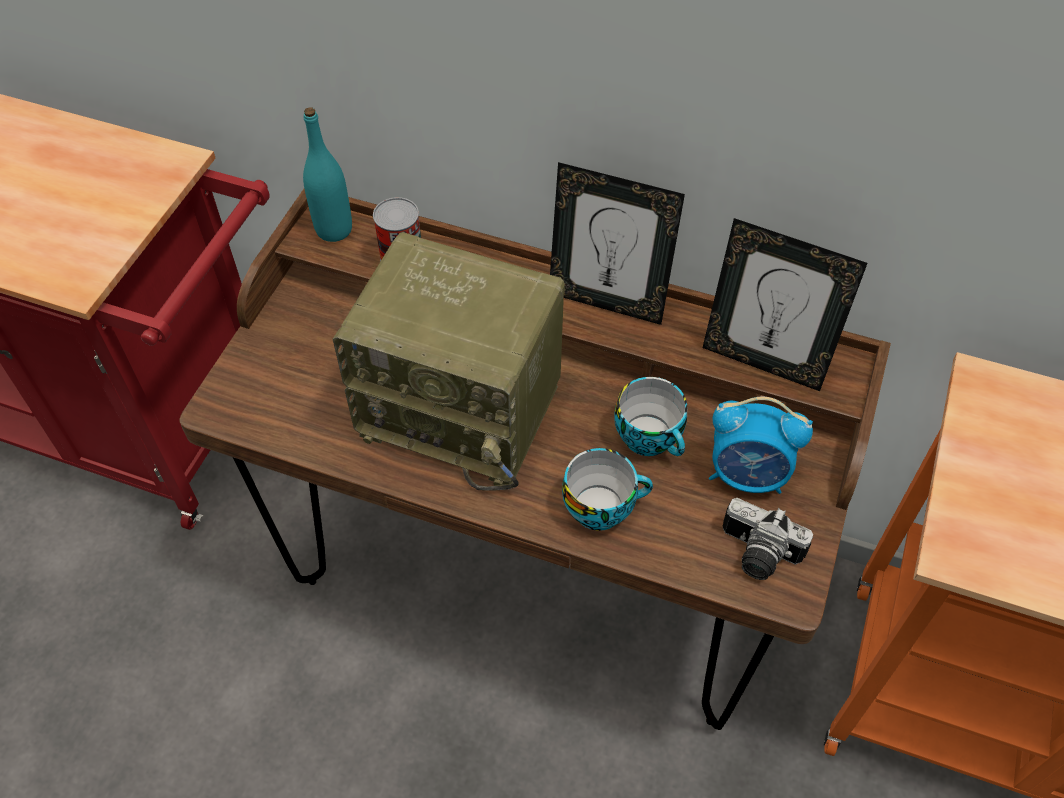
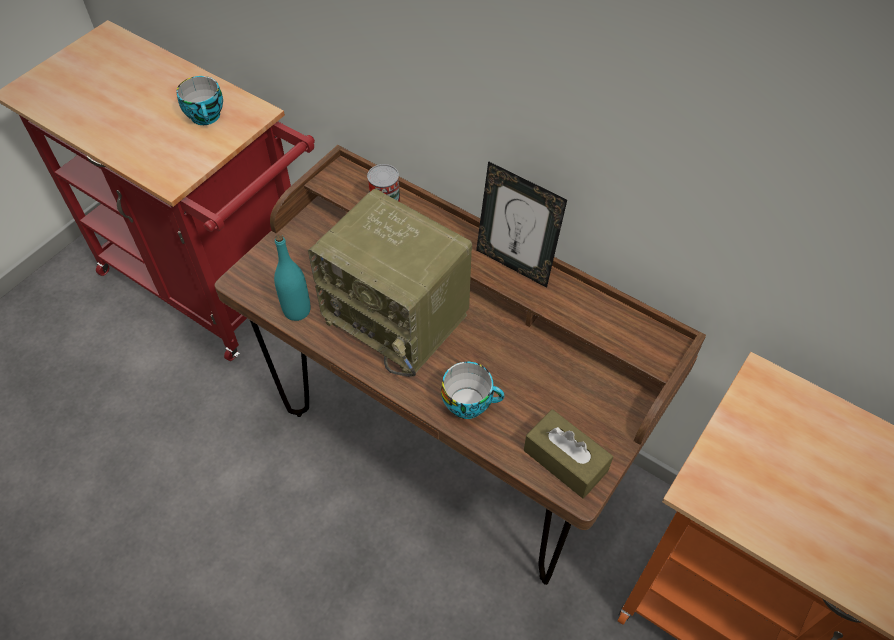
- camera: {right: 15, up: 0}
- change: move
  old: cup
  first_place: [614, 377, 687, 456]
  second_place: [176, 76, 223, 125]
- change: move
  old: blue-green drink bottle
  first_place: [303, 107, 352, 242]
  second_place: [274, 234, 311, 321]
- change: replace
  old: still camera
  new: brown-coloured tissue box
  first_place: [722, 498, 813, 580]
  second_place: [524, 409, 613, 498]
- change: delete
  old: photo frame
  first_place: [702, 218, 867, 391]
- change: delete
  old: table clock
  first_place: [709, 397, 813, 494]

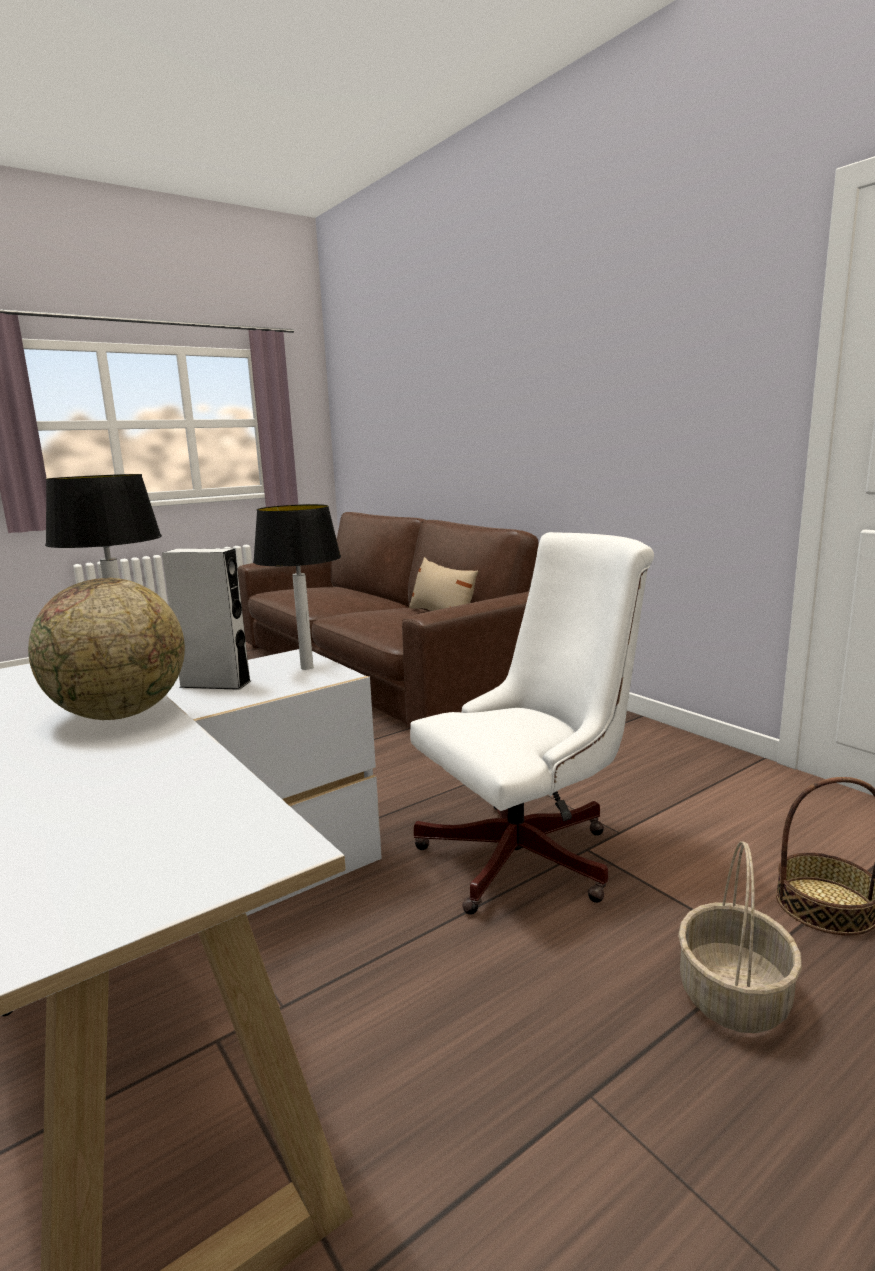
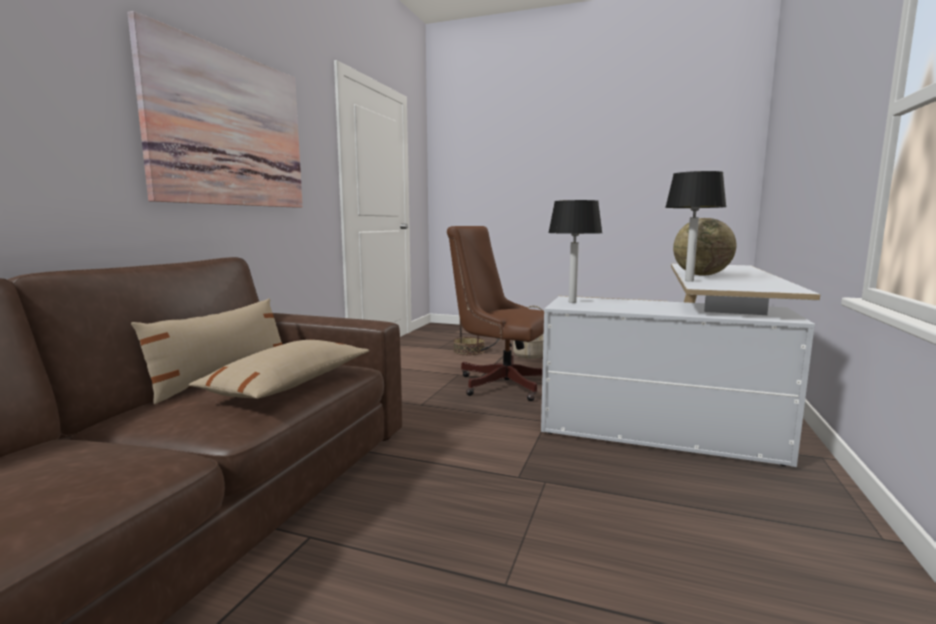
- camera: {right: -125, up: -5}
- change: insert
  new: wall art
  second_place: [128, 11, 303, 208]
- change: insert
  new: beige cushion
  second_place: [189, 339, 369, 399]
- change: recolor
  old: white computer chair
  new: brown-coloured computer chair
  first_place: [410, 532, 654, 915]
  second_place: [447, 226, 544, 401]
- change: delete
  old: grey loudspeaker
  first_place: [162, 548, 251, 690]

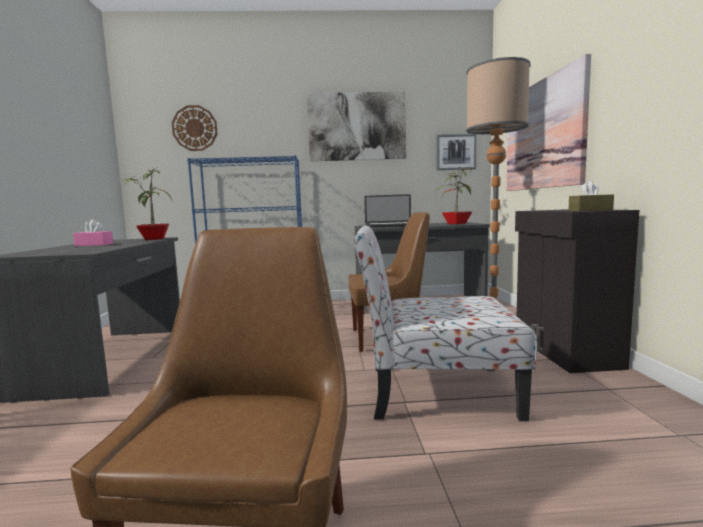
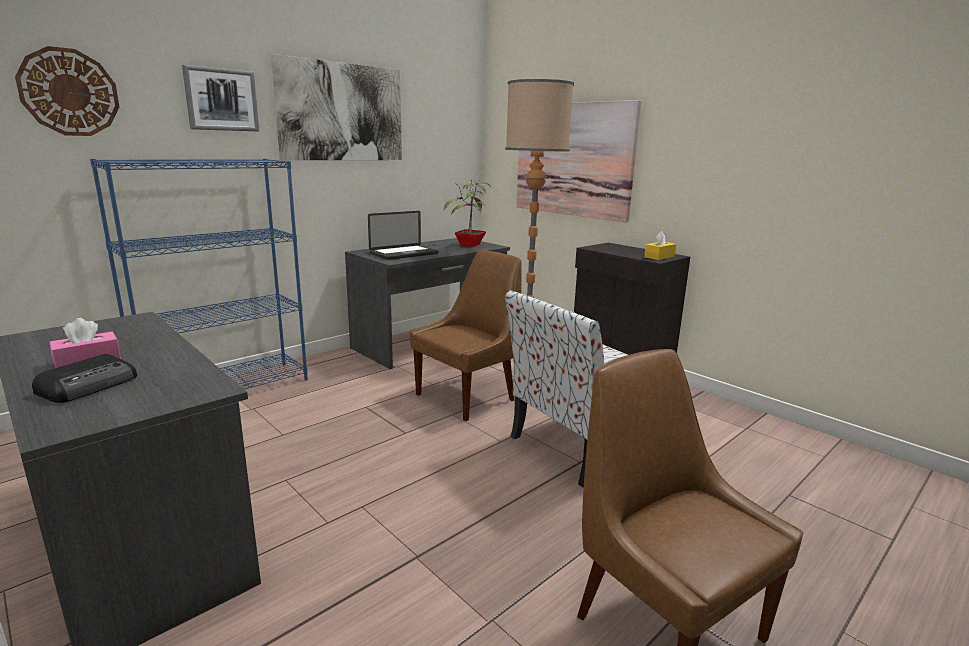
- camera: {right: -40, up: 10}
- change: insert
  new: radio
  second_place: [32, 354, 137, 403]
- change: move
  old: wall art
  first_place: [436, 134, 476, 170]
  second_place: [182, 65, 259, 131]
- change: recolor
  old: brown-coloured tissue box
  new: yellow-coloured tissue box
  first_place: [568, 180, 614, 211]
  second_place: [644, 231, 676, 260]
- change: delete
  old: houseplant
  first_place: [121, 168, 172, 240]

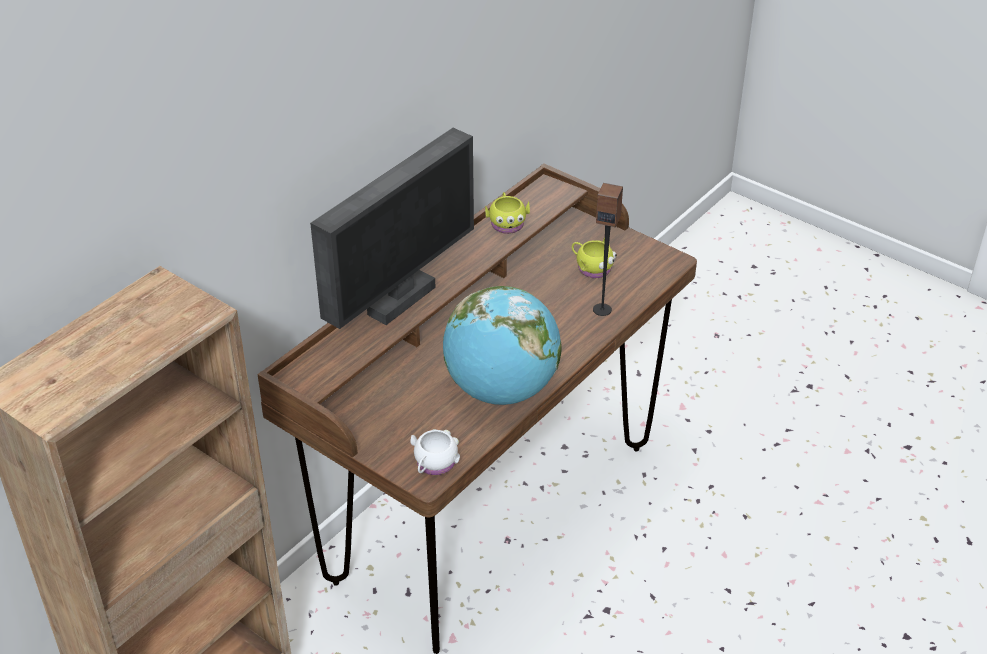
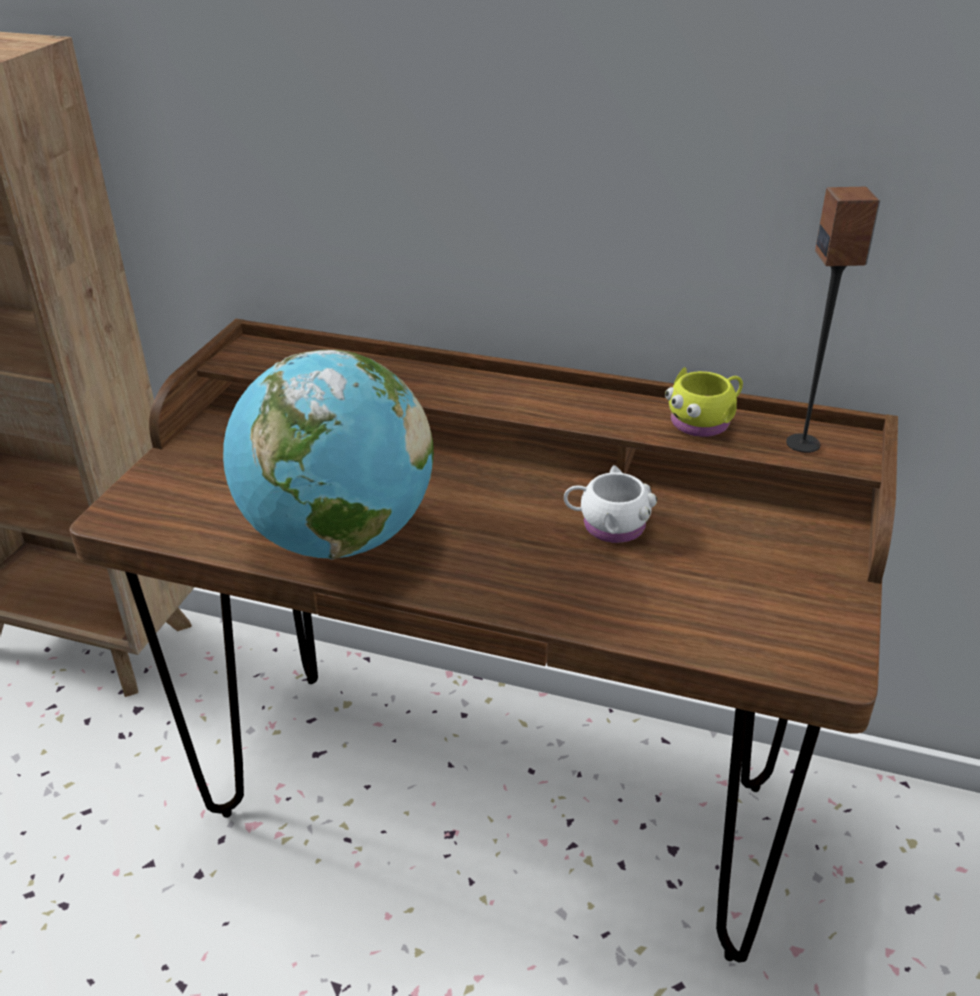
- camera: {right: 70, up: -5}
- change: move
  old: white mug
  first_place: [411, 429, 460, 475]
  second_place: [564, 465, 657, 543]
- change: move
  old: loudspeaker
  first_place: [593, 183, 623, 316]
  second_place: [786, 187, 880, 453]
- change: delete
  old: computer display
  first_place: [310, 128, 474, 329]
- change: delete
  old: yellow-coloured mug
  first_place: [572, 238, 617, 278]

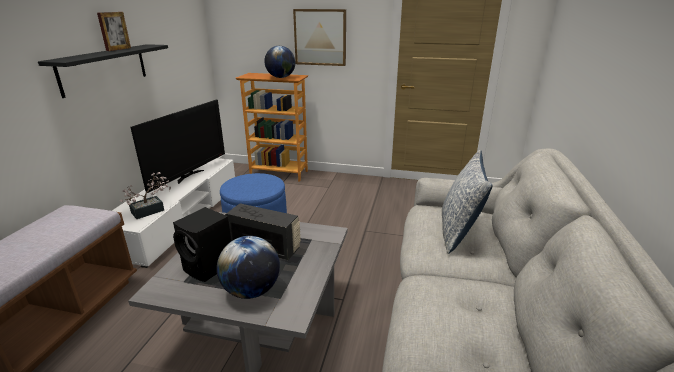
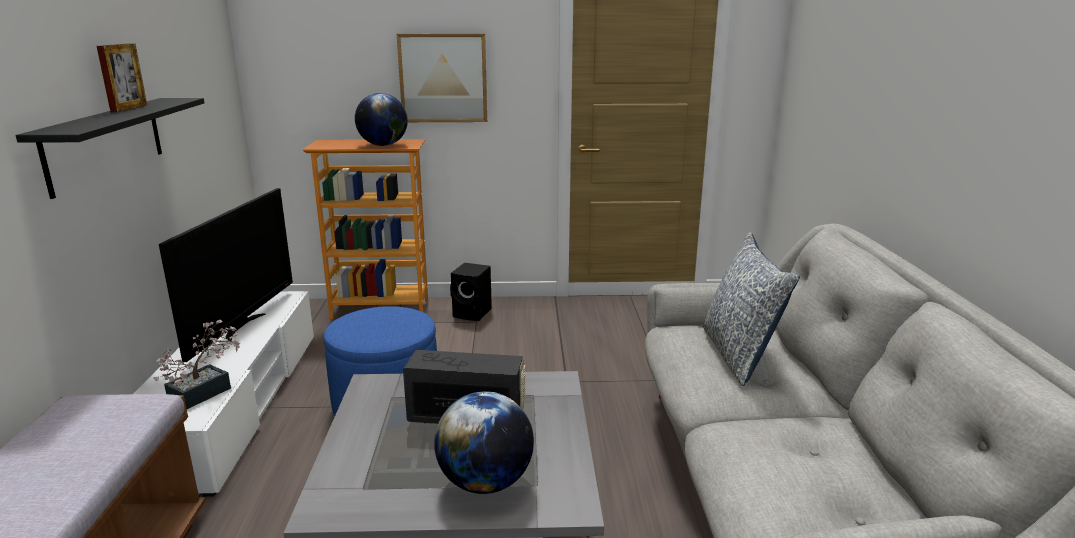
- camera: {right: -15, up: -5}
- change: move
  old: blackish loudspeaker
  first_place: [173, 207, 231, 282]
  second_place: [450, 263, 492, 321]

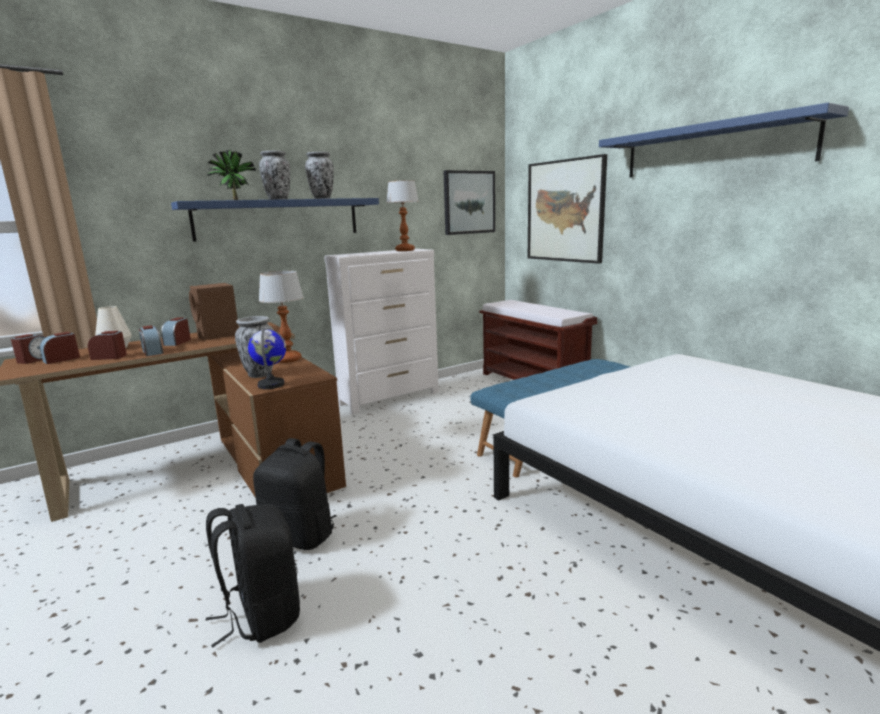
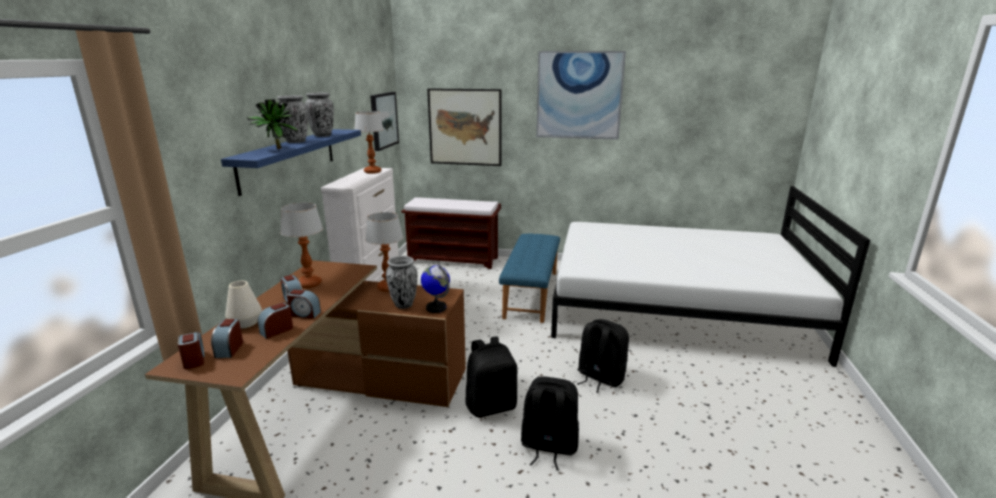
- camera: {right: -45, up: 5}
- change: replace
  old: brown-coloured loudspeaker
  new: lamp for a table
  first_place: [189, 283, 239, 340]
  second_place: [280, 203, 323, 288]
- change: replace
  old: blue-coloured bracket shelf
  new: wall art
  first_place: [599, 103, 849, 178]
  second_place: [536, 51, 626, 140]
- change: insert
  new: blackish backpack
  second_place: [577, 319, 629, 393]

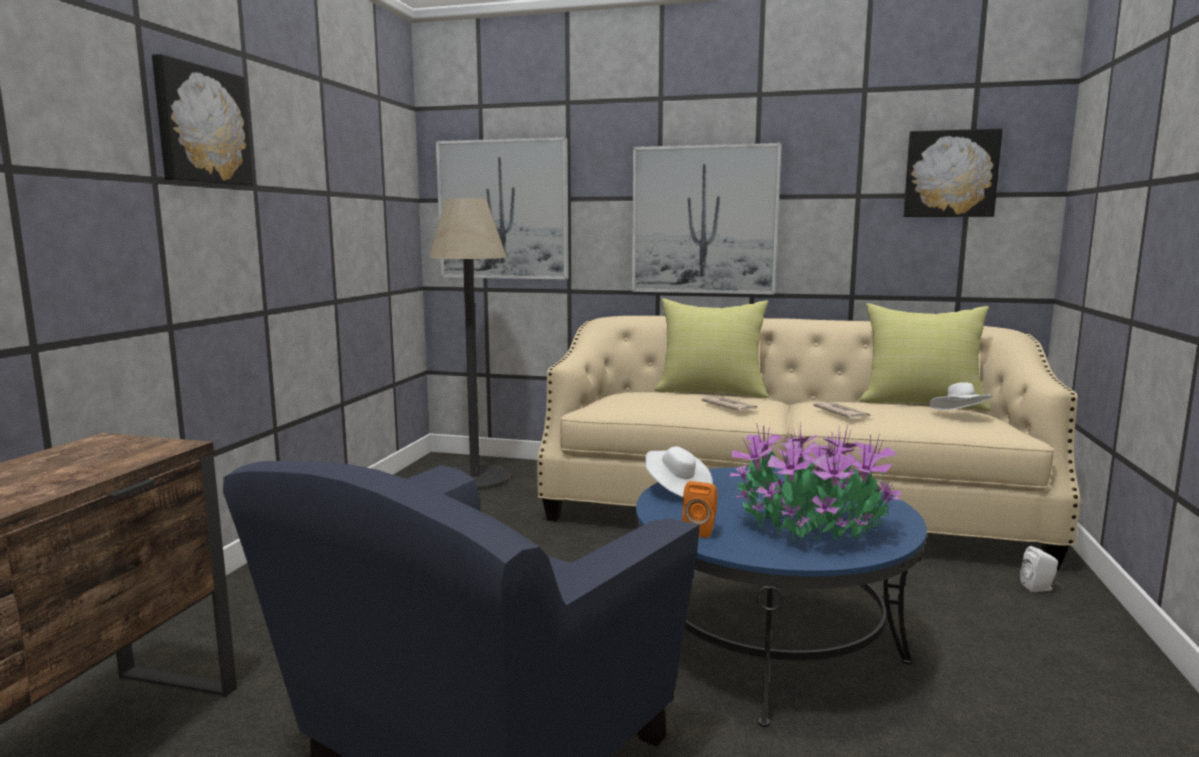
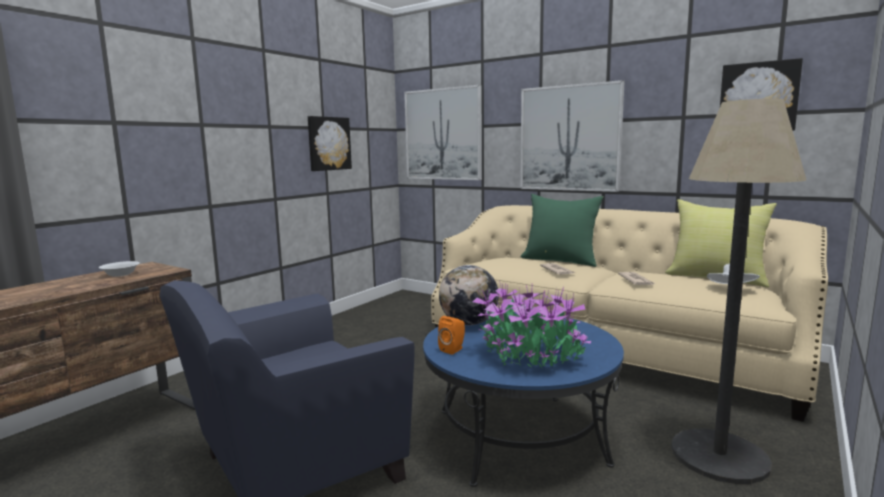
- camera: {right: 20, up: 0}
- change: insert
  new: white serving bowl
  second_place: [99, 261, 140, 277]
- change: move
  old: wall art
  first_place: [152, 54, 253, 186]
  second_place: [308, 116, 352, 171]
- change: replace
  old: white hat
  new: globe
  first_place: [645, 447, 713, 497]
  second_place: [439, 265, 499, 325]
- change: recolor
  old: yellow-coloured cushion
  new: green cushion
  first_place: [654, 298, 769, 398]
  second_place: [521, 194, 604, 267]
- change: move
  old: floor lamp
  first_place: [429, 198, 511, 490]
  second_place: [672, 99, 806, 484]
- change: delete
  old: white loudspeaker
  first_place: [1020, 546, 1058, 592]

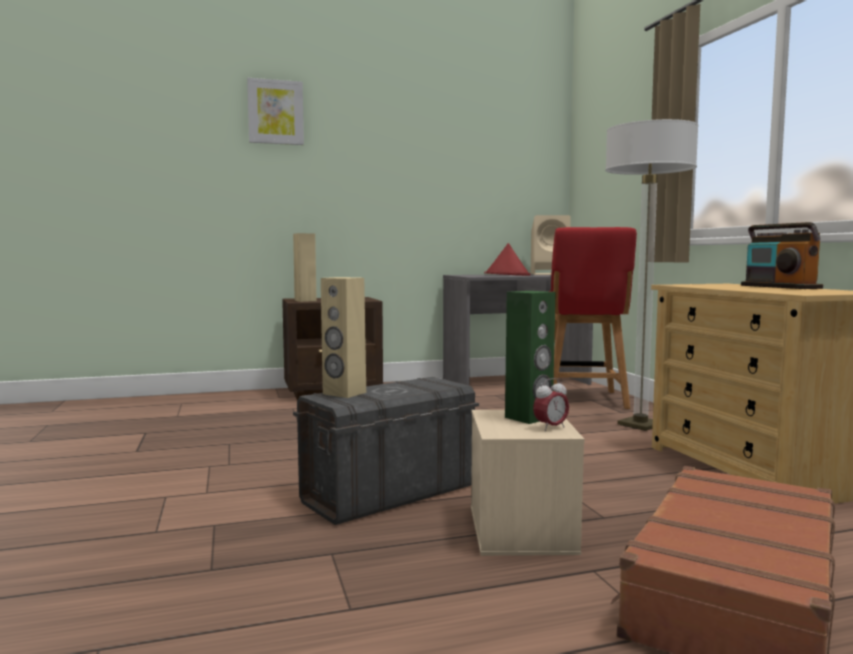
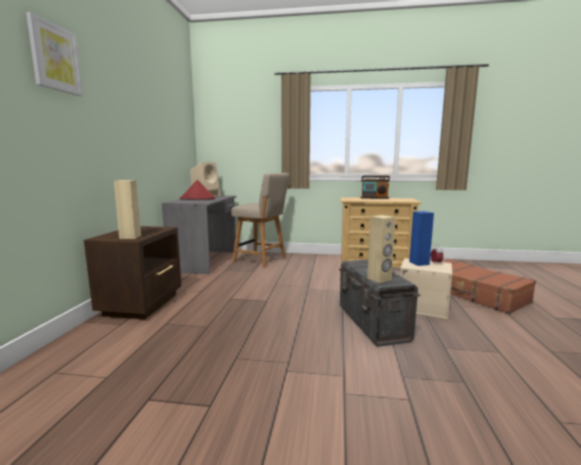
- camera: {right: -65, up: 5}
- change: recolor
  old: red plain chair
  new: beige plain chair
  first_place: [548, 227, 637, 409]
  second_place: [231, 173, 289, 267]
- change: recolor
  old: green loudspeaker
  new: blue-coloured loudspeaker
  first_place: [505, 291, 556, 424]
  second_place: [409, 211, 434, 266]
- change: delete
  old: floor lamp
  first_place: [605, 119, 698, 431]

